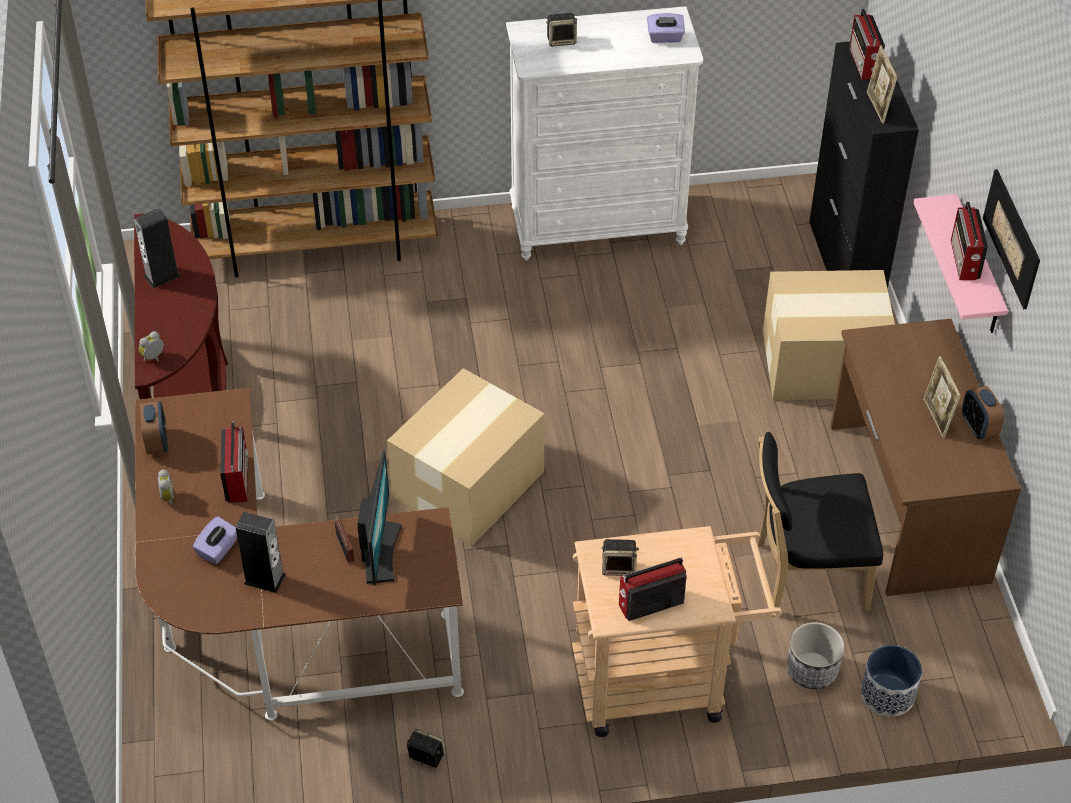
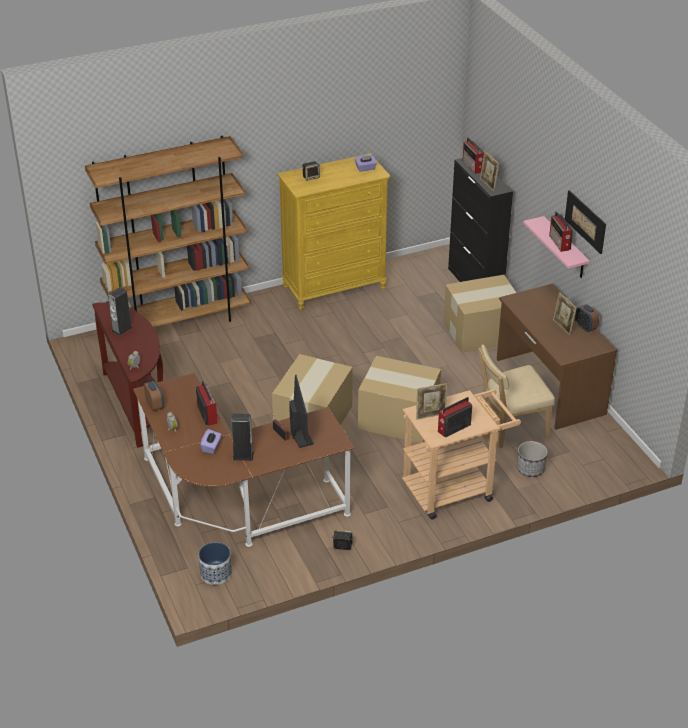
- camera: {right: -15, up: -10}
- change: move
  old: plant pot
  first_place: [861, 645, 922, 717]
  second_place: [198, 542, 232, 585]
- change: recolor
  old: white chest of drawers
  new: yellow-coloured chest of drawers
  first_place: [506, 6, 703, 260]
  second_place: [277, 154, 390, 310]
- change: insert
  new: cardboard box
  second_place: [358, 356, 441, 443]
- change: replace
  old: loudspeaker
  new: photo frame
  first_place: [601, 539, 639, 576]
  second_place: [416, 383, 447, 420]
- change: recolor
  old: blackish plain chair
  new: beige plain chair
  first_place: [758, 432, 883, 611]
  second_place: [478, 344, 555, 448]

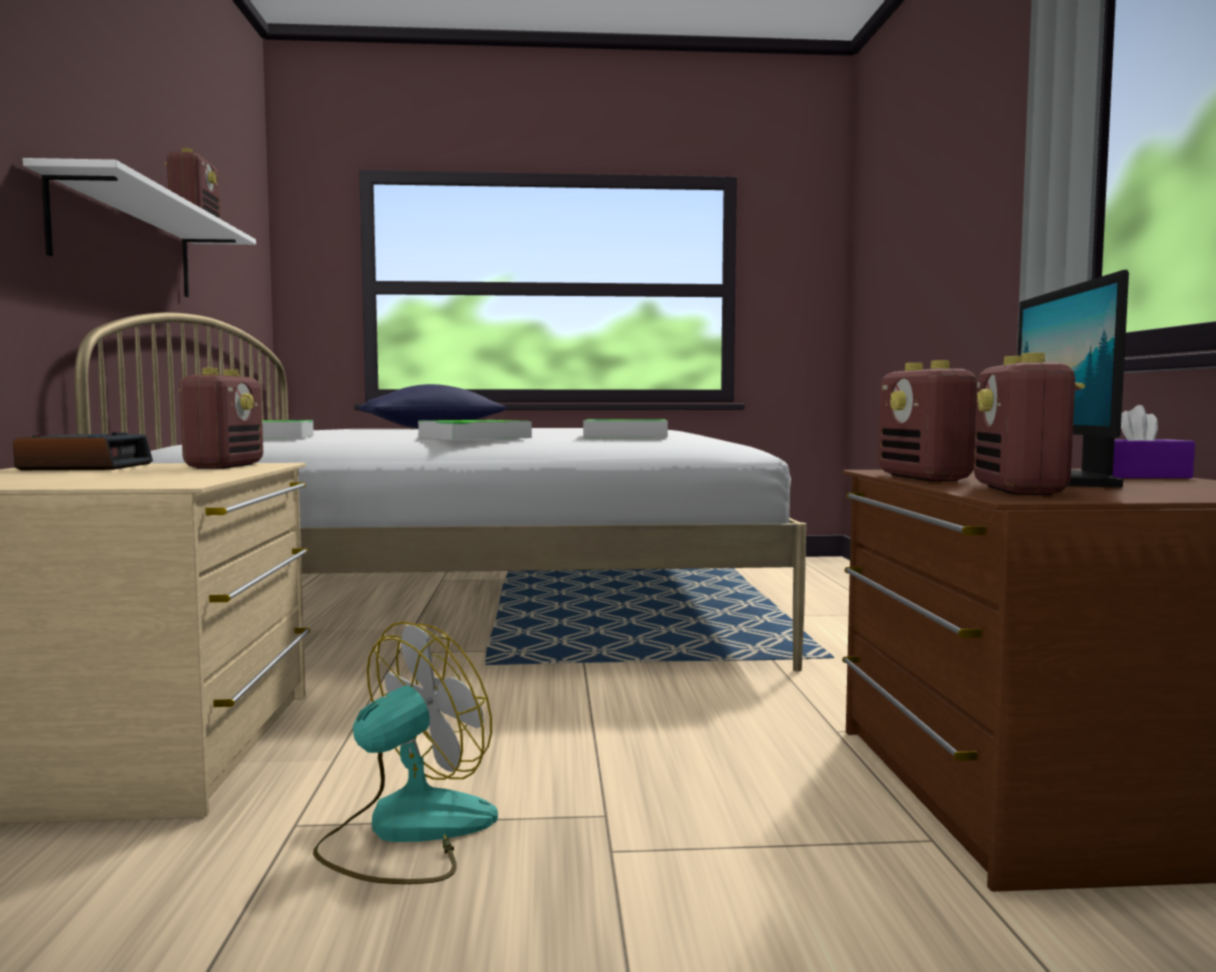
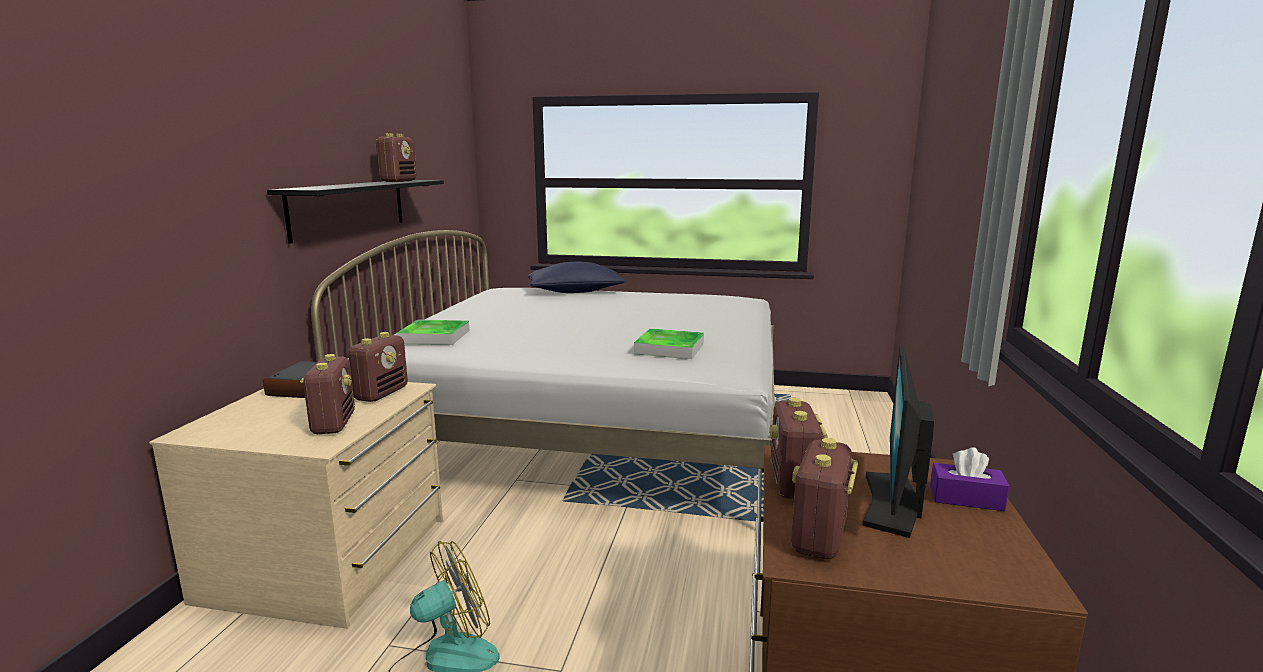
- camera: {right: 15, up: 10}
- change: recolor
  old: white bracket shelf
  new: blackish bracket shelf
  first_place: [23, 158, 256, 297]
  second_place: [267, 180, 444, 244]
- change: insert
  new: radio
  second_place: [300, 354, 355, 434]
- change: delete
  old: serving tray
  first_place: [418, 420, 532, 440]

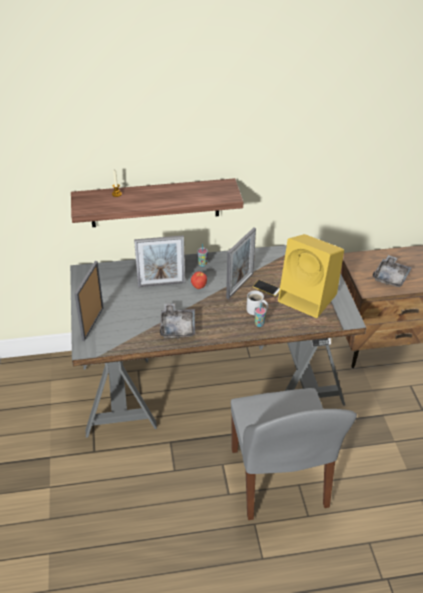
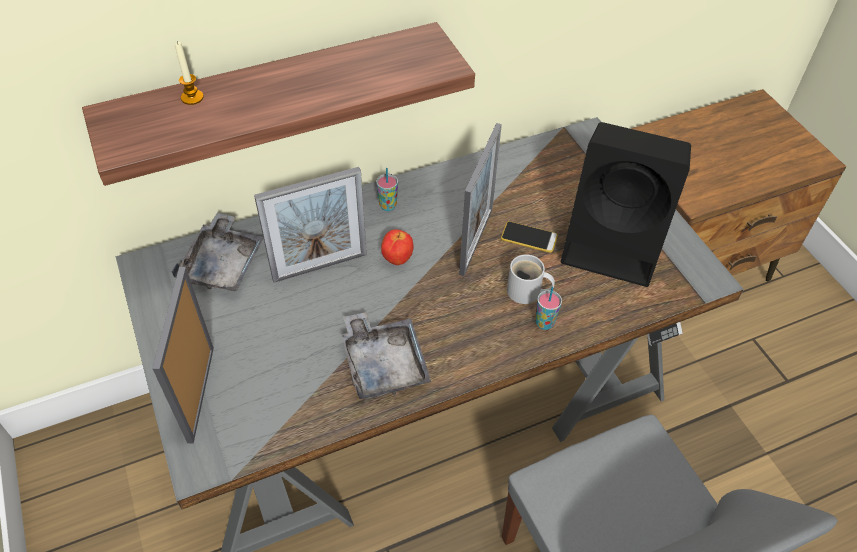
- camera: {right: -15, up: 10}
- change: move
  old: grey serving tray
  first_place: [373, 255, 412, 287]
  second_place: [171, 213, 263, 291]
- change: recolor
  old: yellow-coloured loudspeaker
  new: blackish loudspeaker
  first_place: [278, 234, 344, 318]
  second_place: [561, 122, 691, 287]

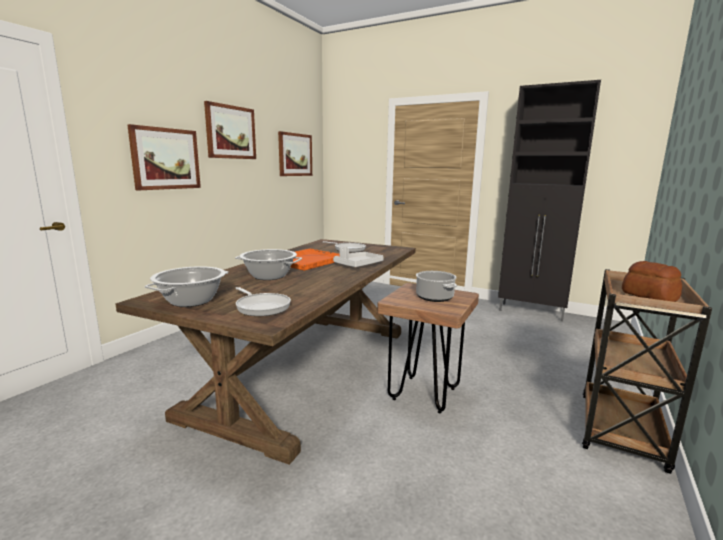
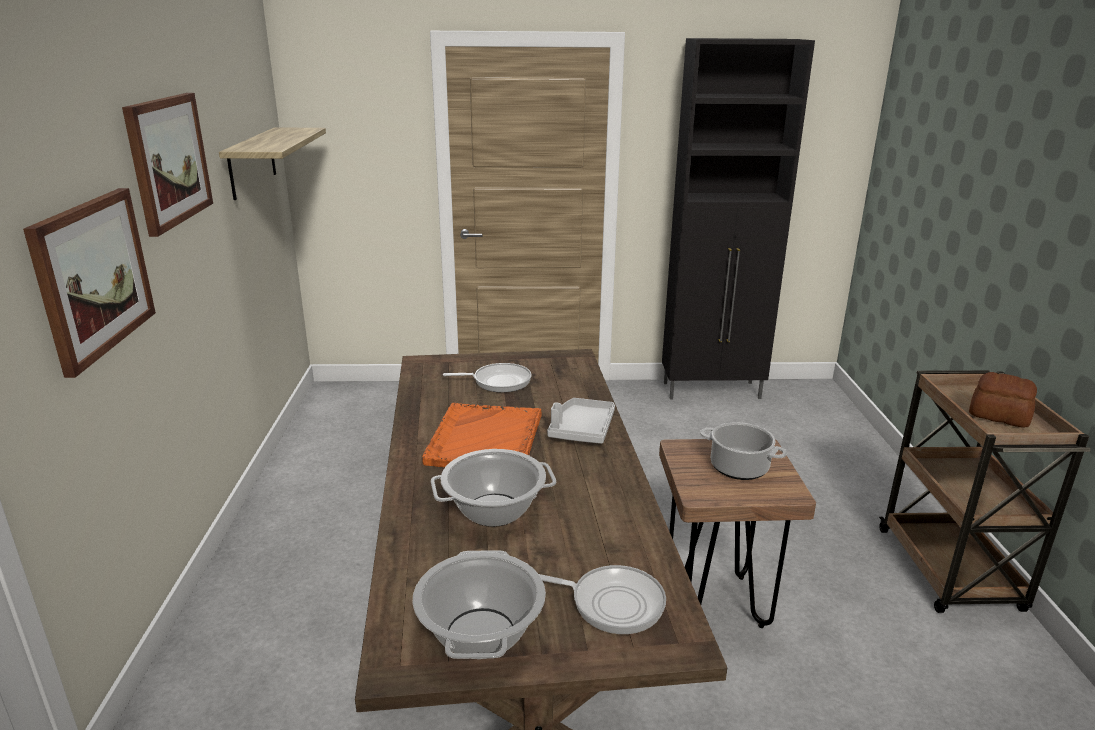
- camera: {right: -30, up: 10}
- change: replace
  old: wall art
  new: bracket shelf
  first_place: [278, 131, 312, 176]
  second_place: [219, 128, 326, 200]

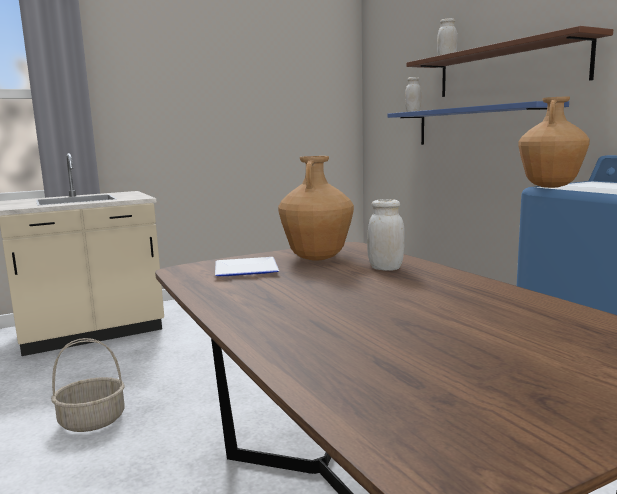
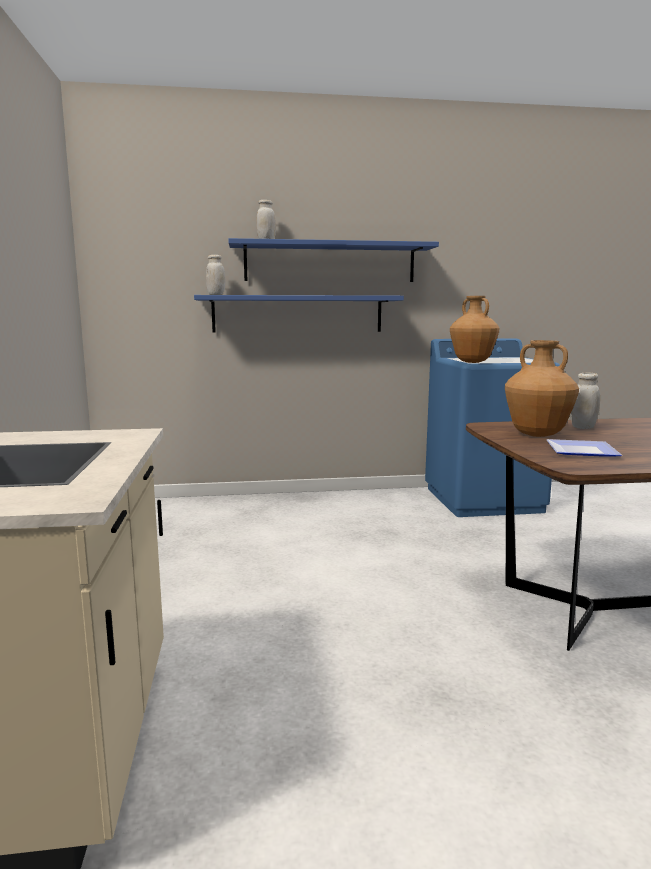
- camera: {right: -70, up: 0}
- change: recolor
  old: brown-coloured bracket shelf
  new: blue-coloured bracket shelf
  first_place: [406, 26, 613, 97]
  second_place: [228, 238, 439, 282]
- change: delete
  old: household basket
  first_place: [51, 338, 125, 432]

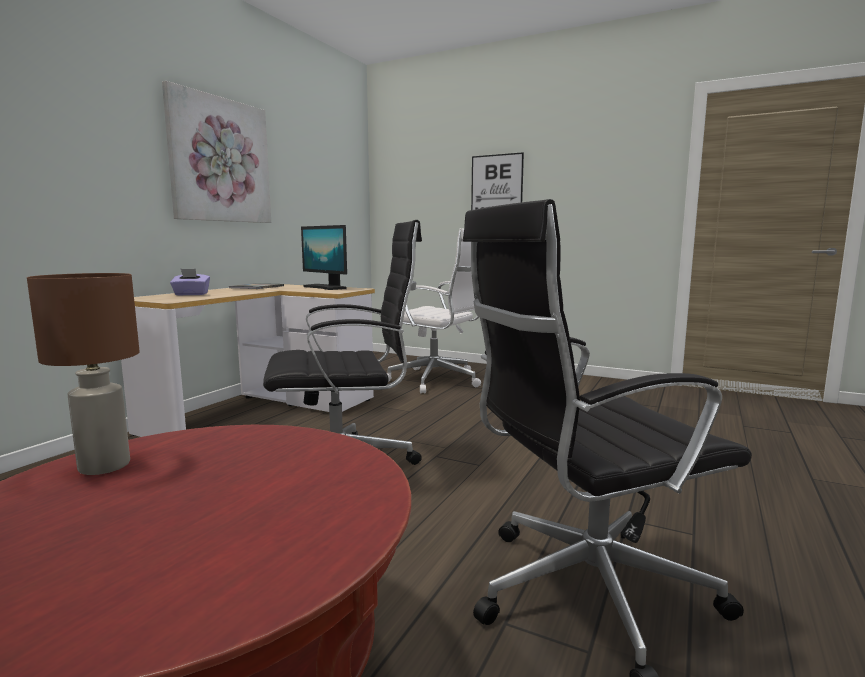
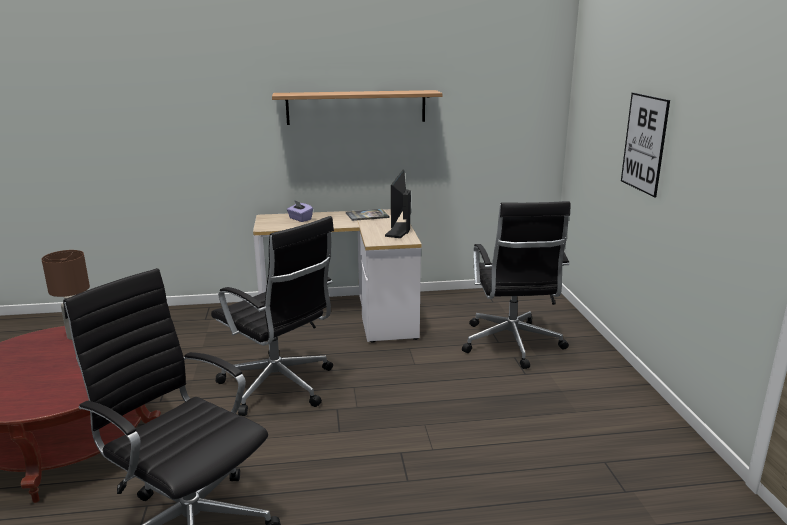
- camera: {right: 55, up: 10}
- change: replace
  old: wall art
  new: bracket shelf
  first_place: [162, 81, 271, 223]
  second_place: [272, 90, 443, 125]
- change: recolor
  old: white computer chair
  new: blackish computer chair
  first_place: [387, 228, 481, 394]
  second_place: [462, 201, 571, 369]

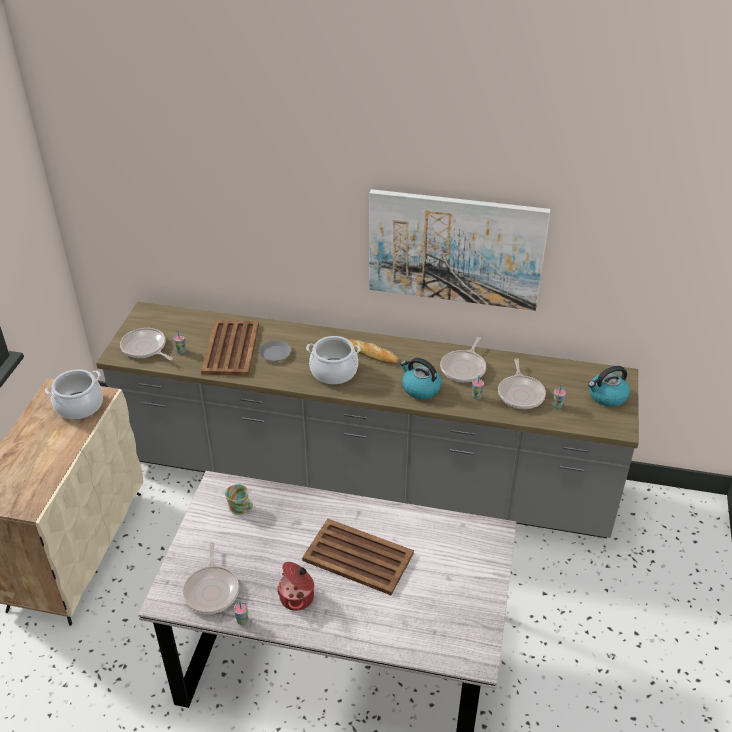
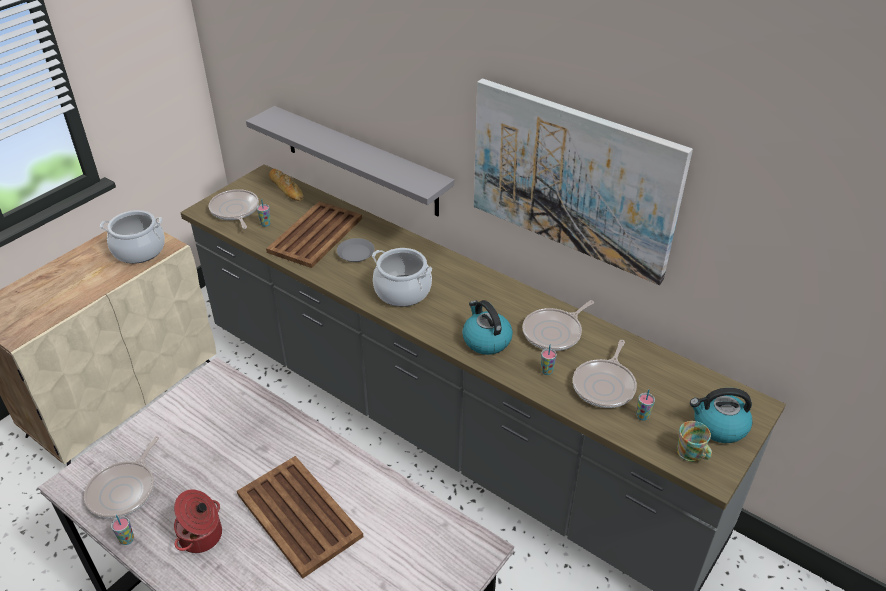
- camera: {right: 25, up: 0}
- change: insert
  new: grey bracket shelf
  second_place: [246, 106, 454, 216]
- change: move
  old: bread
  first_place: [349, 339, 399, 364]
  second_place: [269, 169, 304, 201]
- change: move
  old: mug
  first_place: [225, 484, 253, 515]
  second_place: [677, 421, 712, 462]

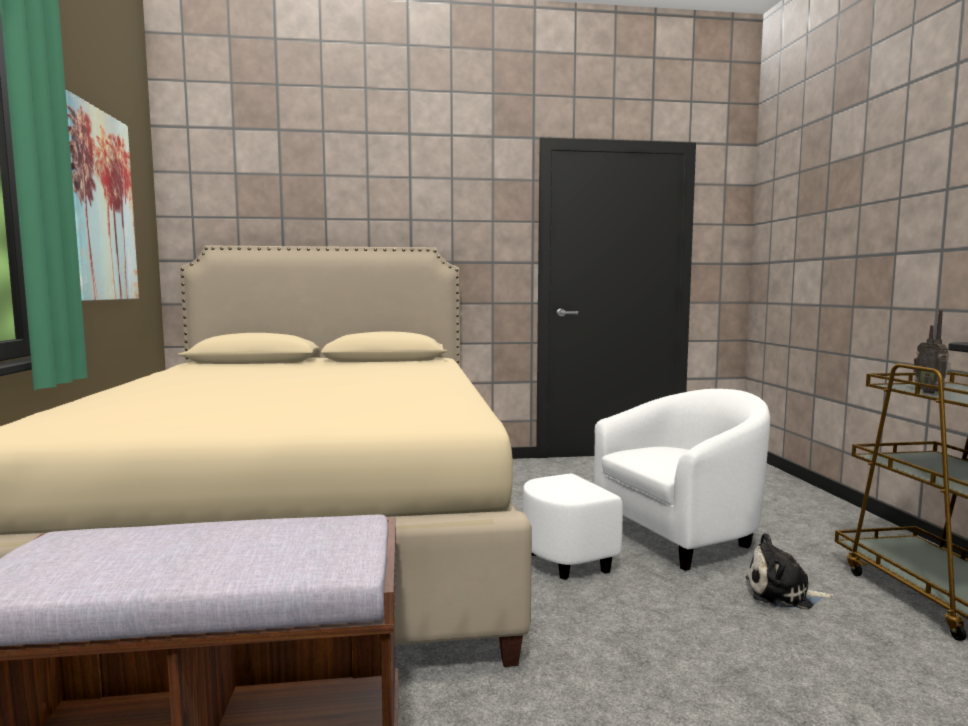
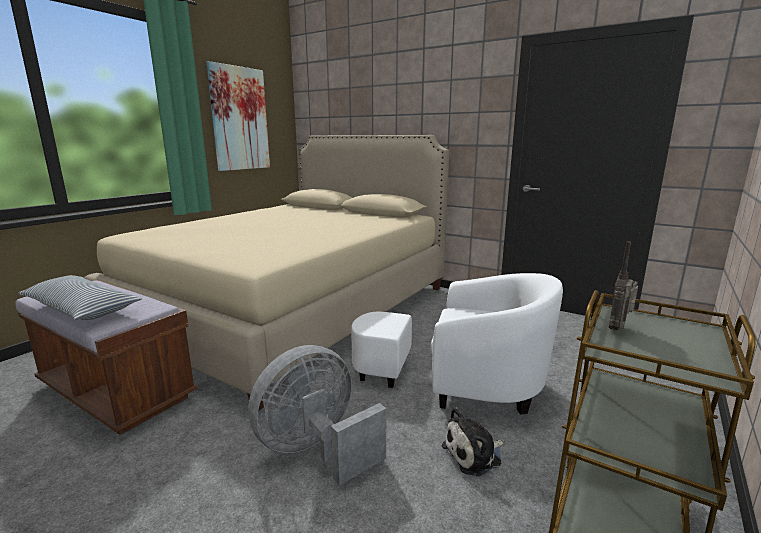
- camera: {right: 40, up: 10}
- change: insert
  new: cushion
  second_place: [18, 275, 142, 320]
- change: insert
  new: grey electric fan
  second_place: [248, 345, 386, 486]
- change: rotate
  old: plush toy
  first_place: [745, 533, 834, 609]
  second_place: [442, 407, 504, 477]
  degrees: -75

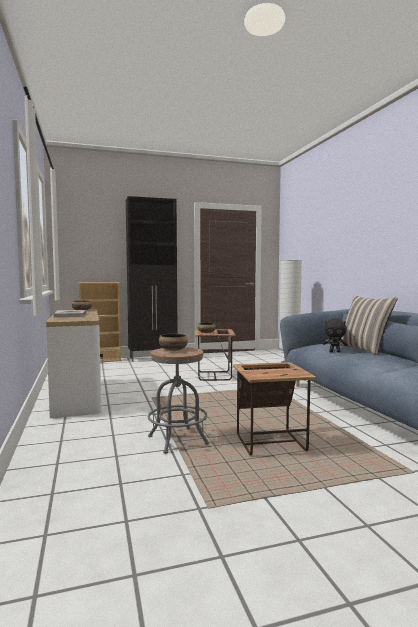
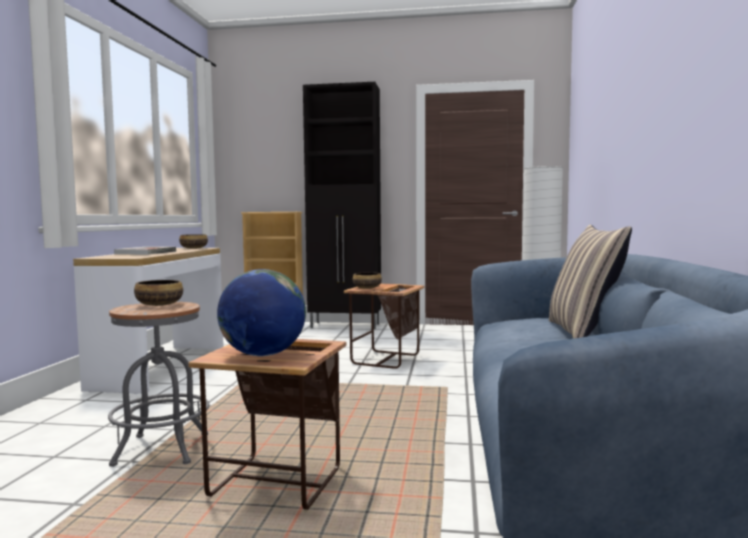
- camera: {right: 25, up: 0}
- change: insert
  new: globe
  second_place: [217, 269, 306, 356]
- change: delete
  old: blackish plush toy
  first_place: [323, 319, 348, 353]

